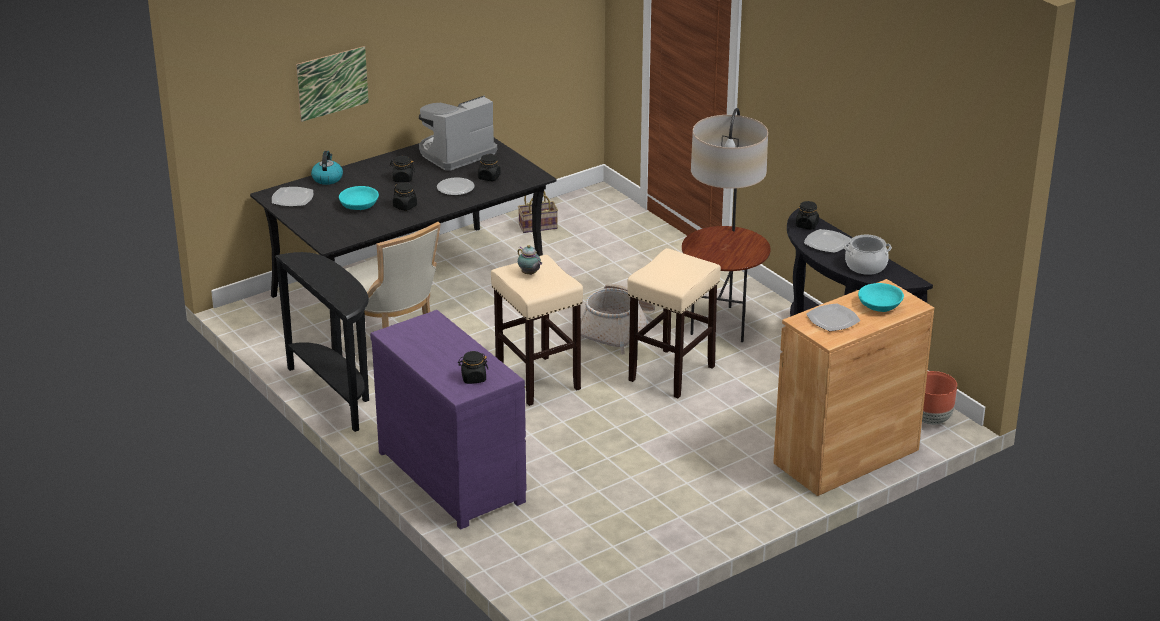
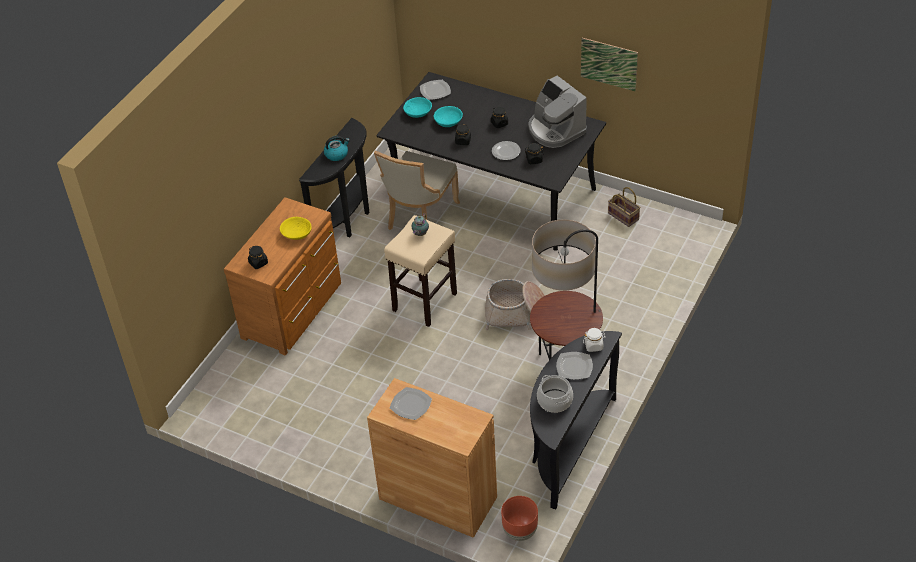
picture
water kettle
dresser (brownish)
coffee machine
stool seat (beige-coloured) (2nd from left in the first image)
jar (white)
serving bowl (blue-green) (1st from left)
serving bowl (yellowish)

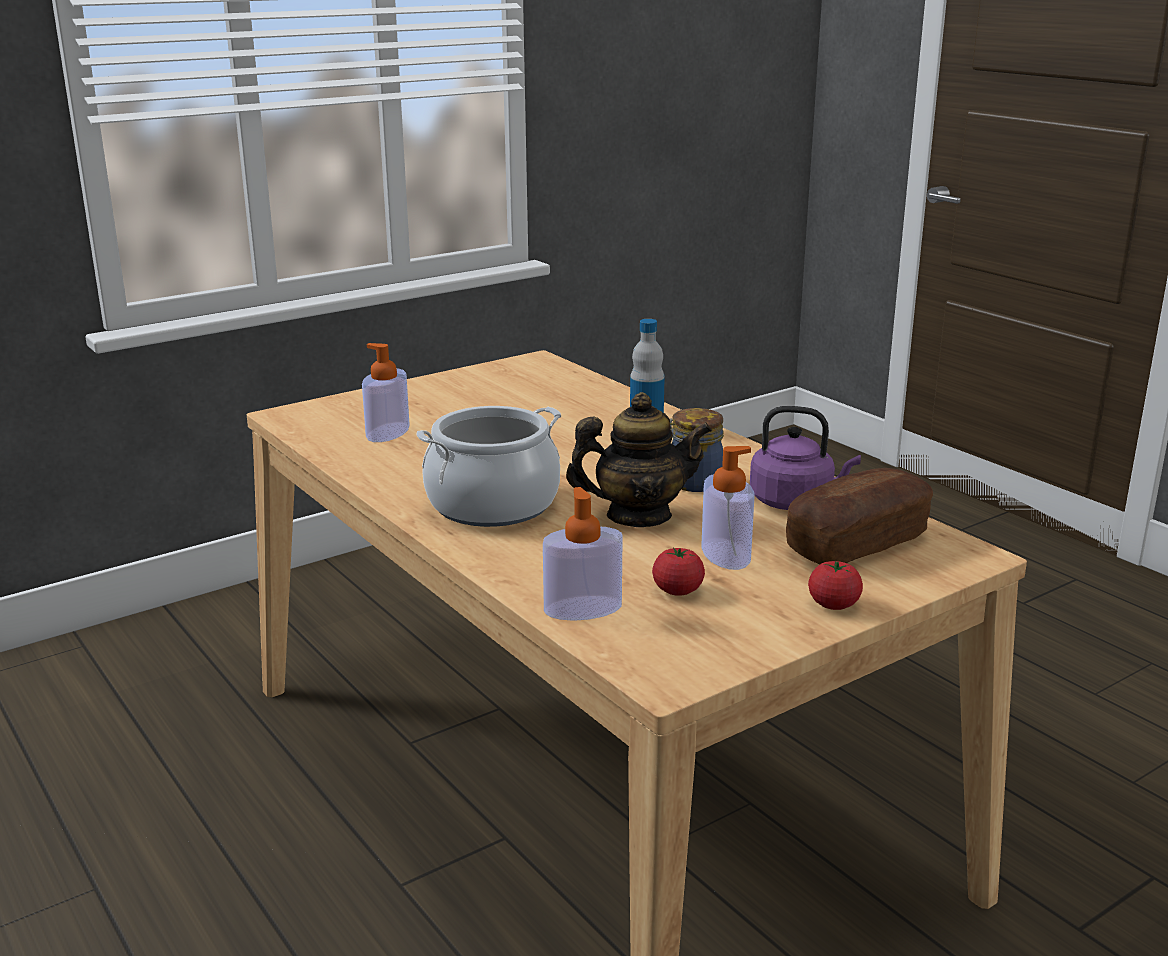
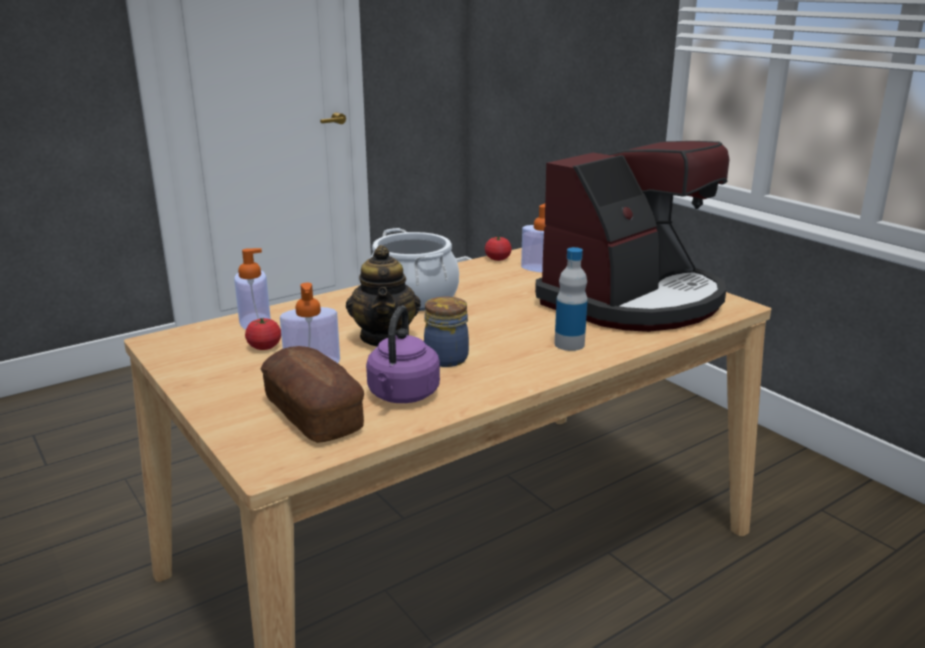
tomato (2nd from left)
coffee machine

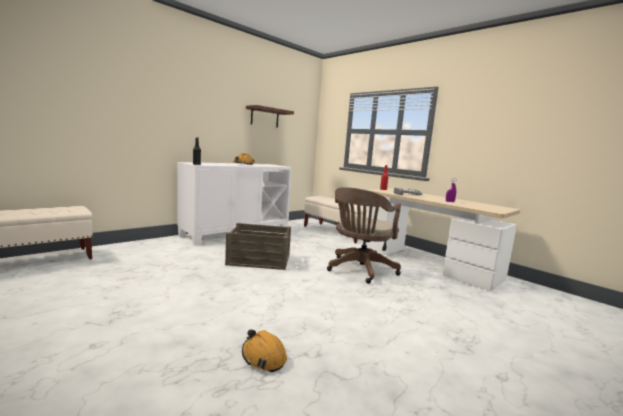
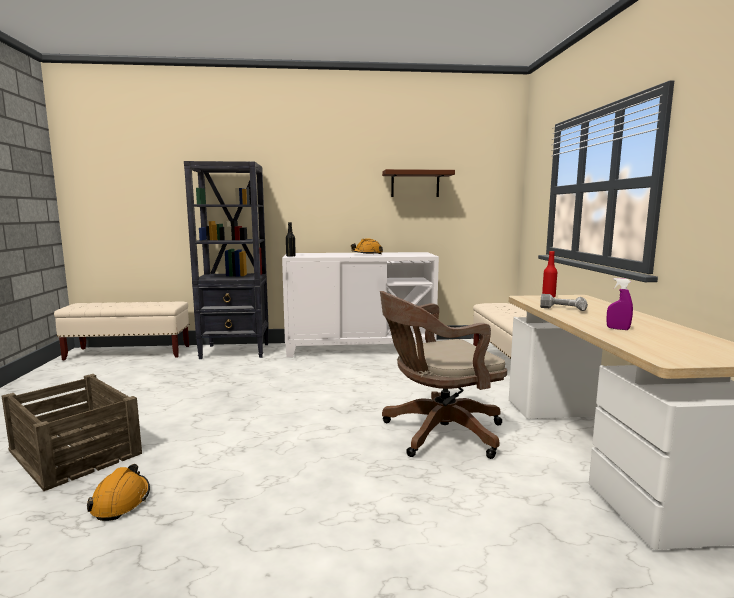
shipping crate
shelving unit (black-coloured)

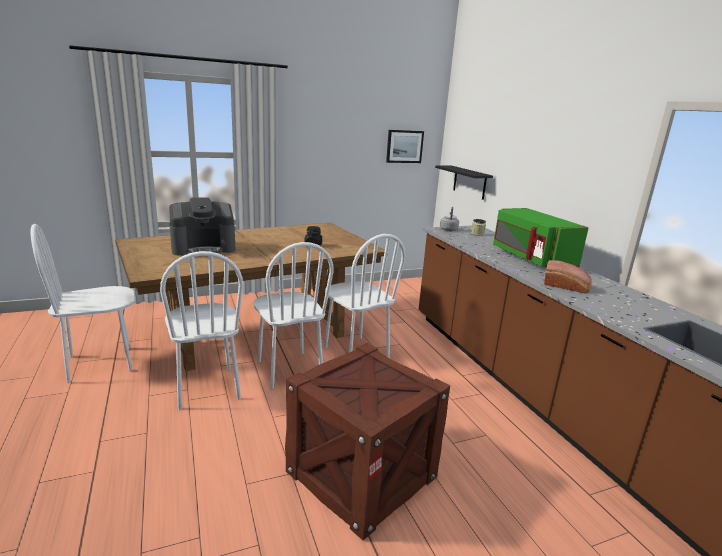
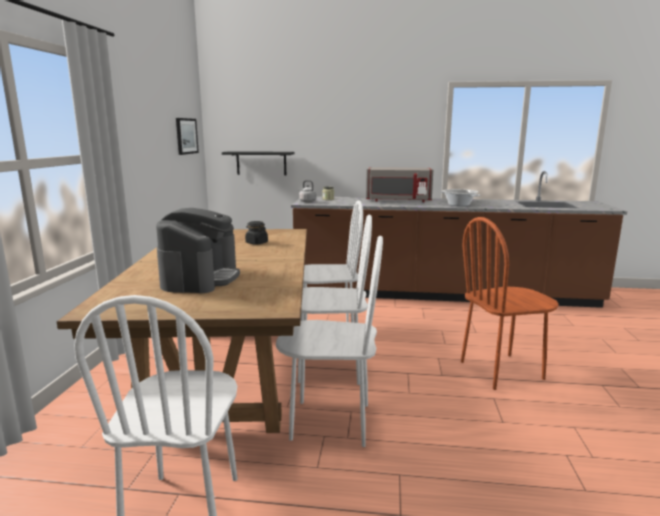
plain chair (brownish)
microwave oven (grey)
stockpot

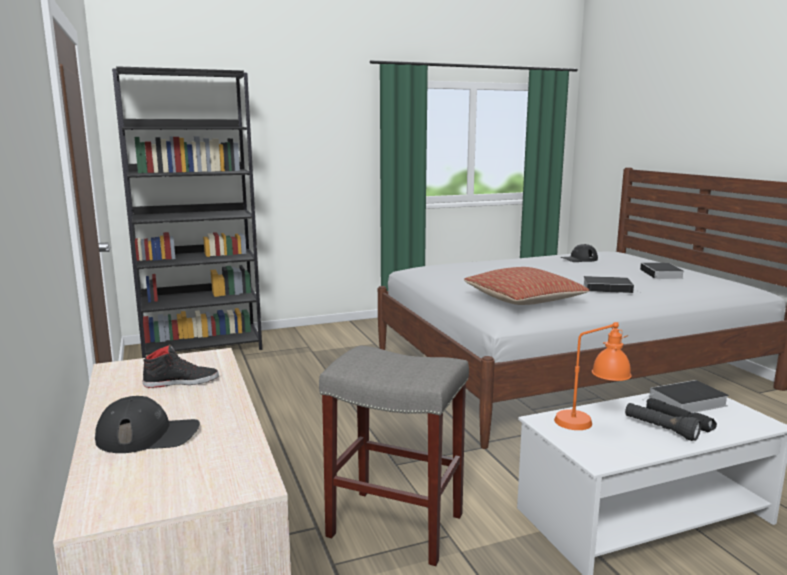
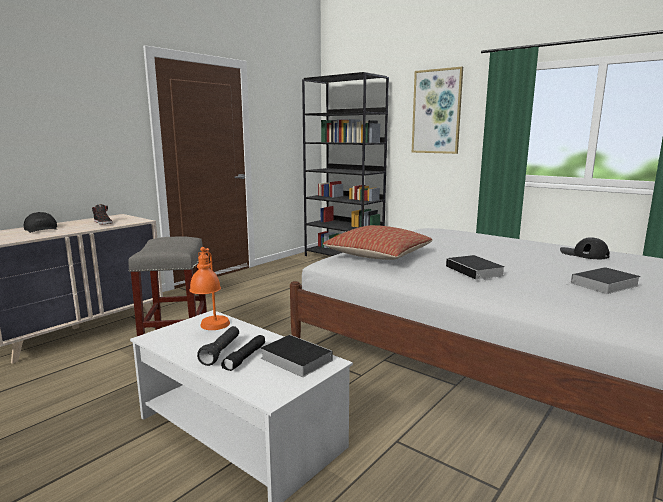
picture

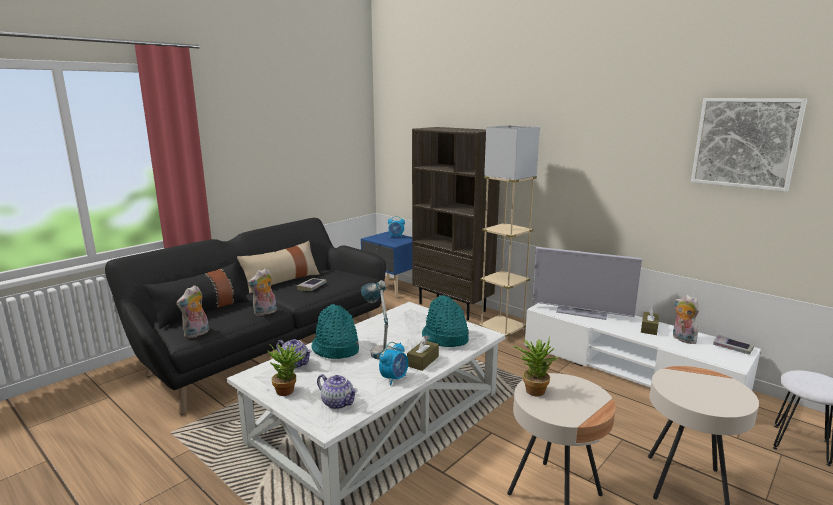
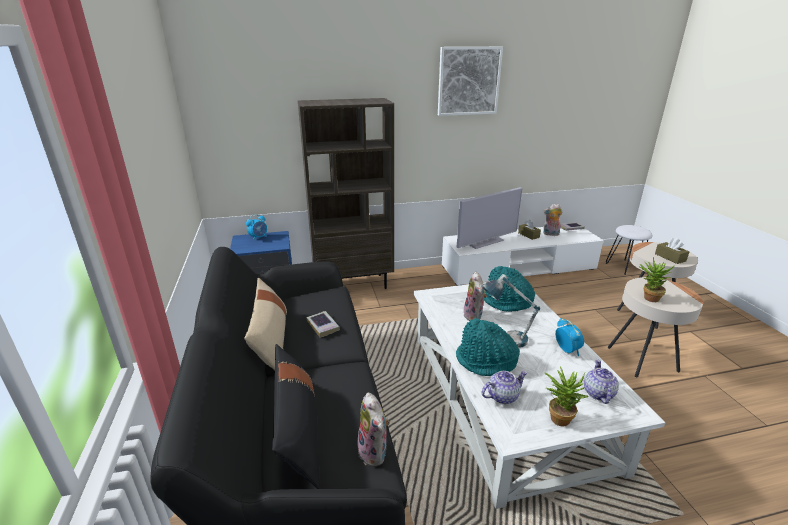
cuddly toy (2nd from left)
tea pot (2nd from left)
tissue box (brownish) (2nd from left)
standing lamp (beige-coloured)
picture

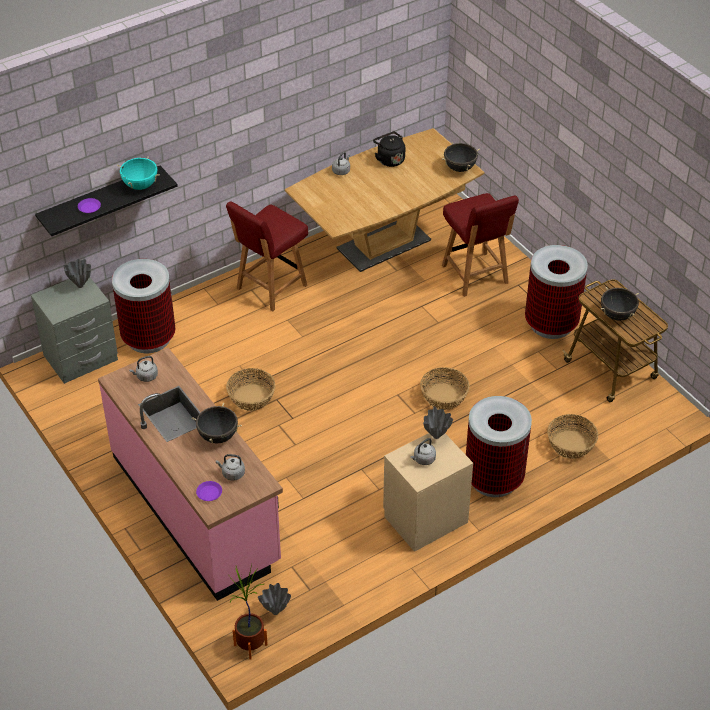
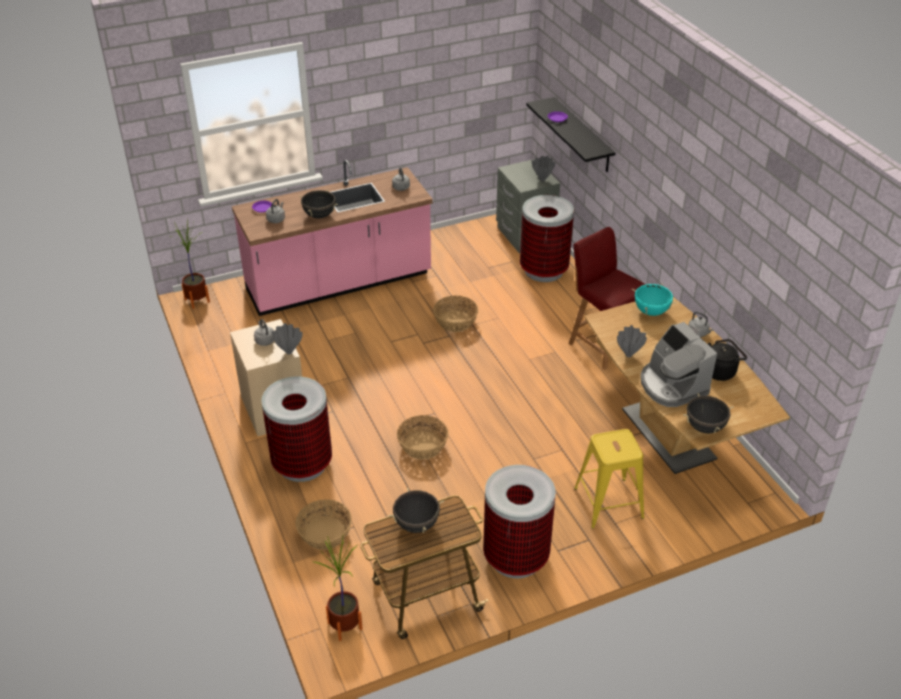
stockpot (blue-green)
vase (grey) (3rd from left)
stool seat (yellowish)
houseplant (2nd from left)
coffee machine

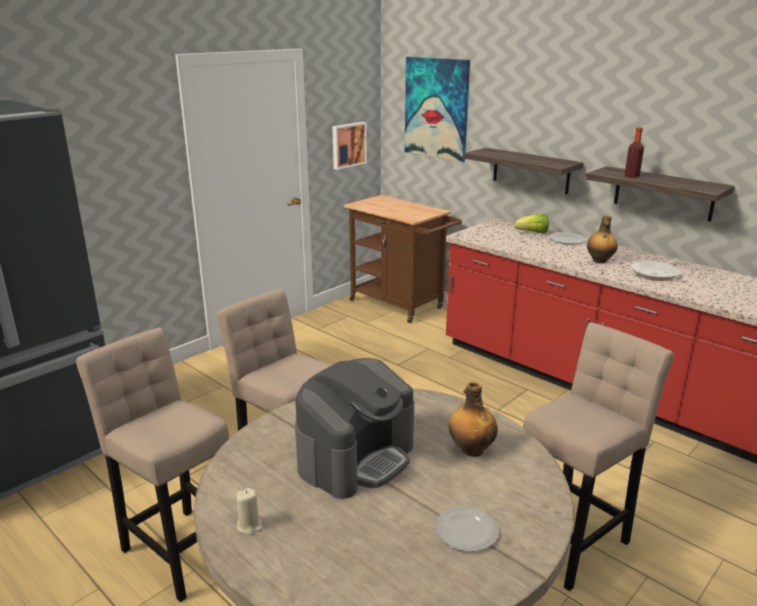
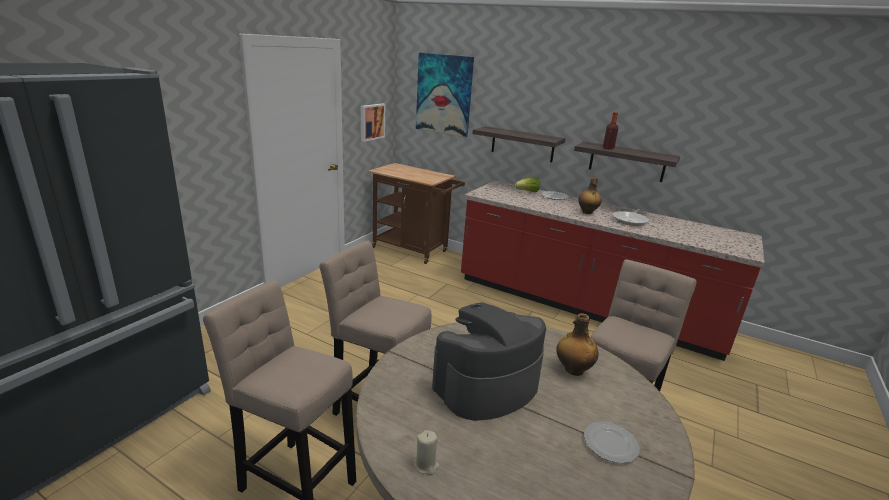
coffee machine

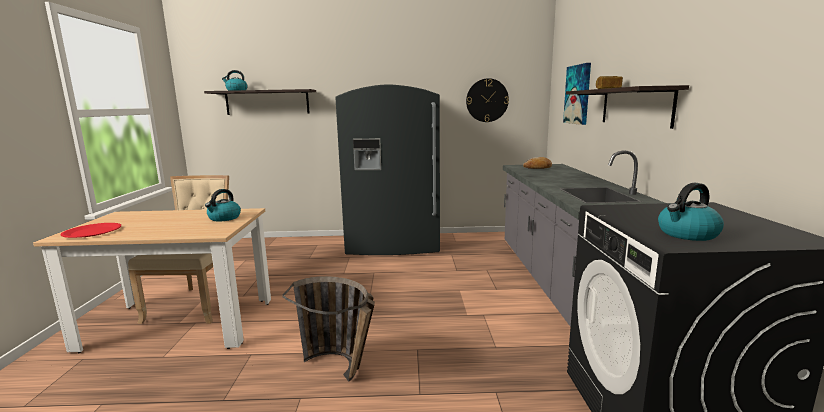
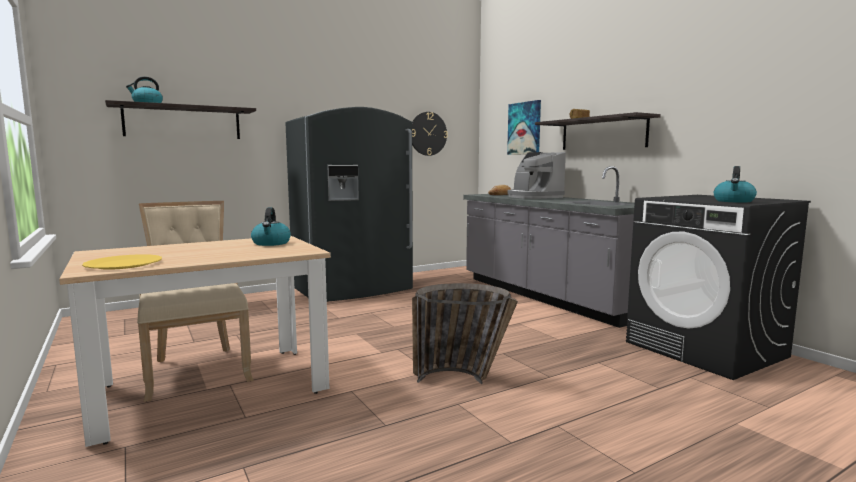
dinner plate (yellowish)
coffee machine

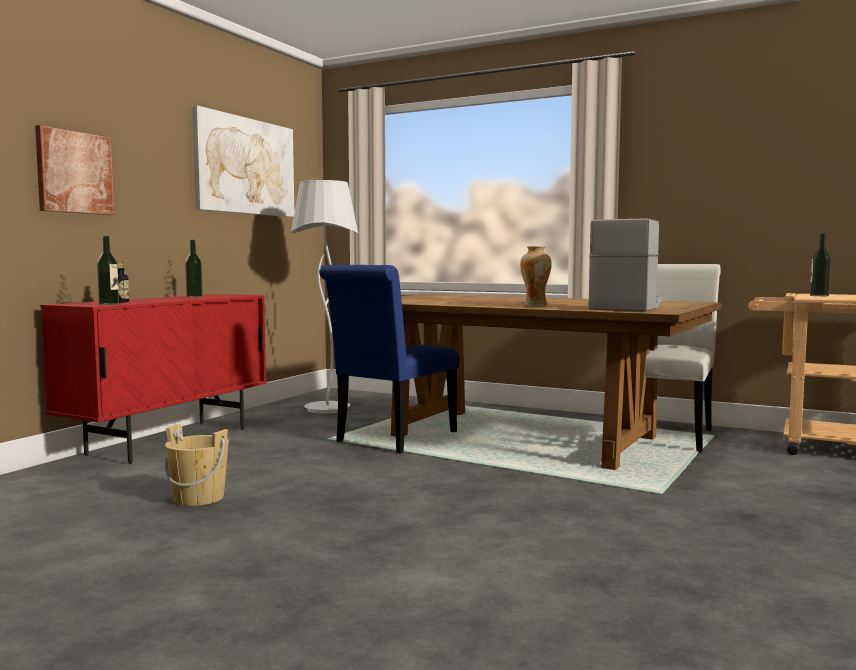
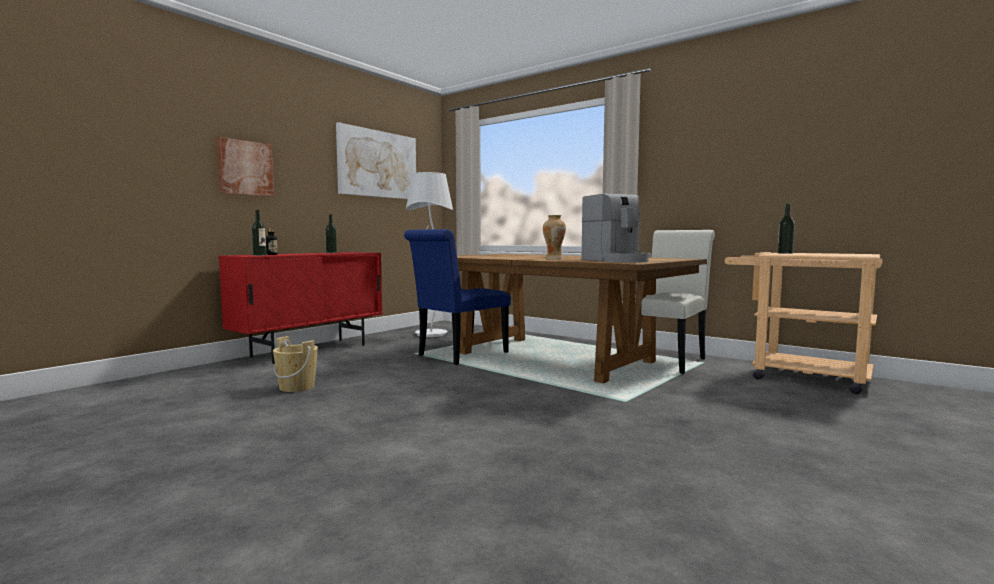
coffee machine

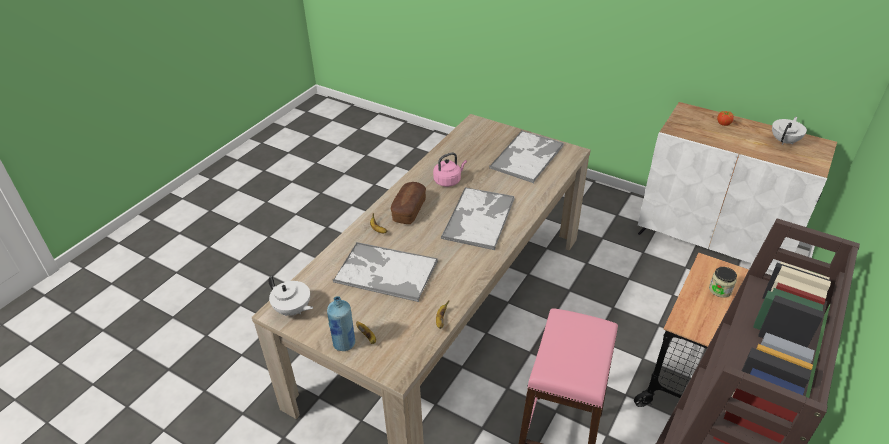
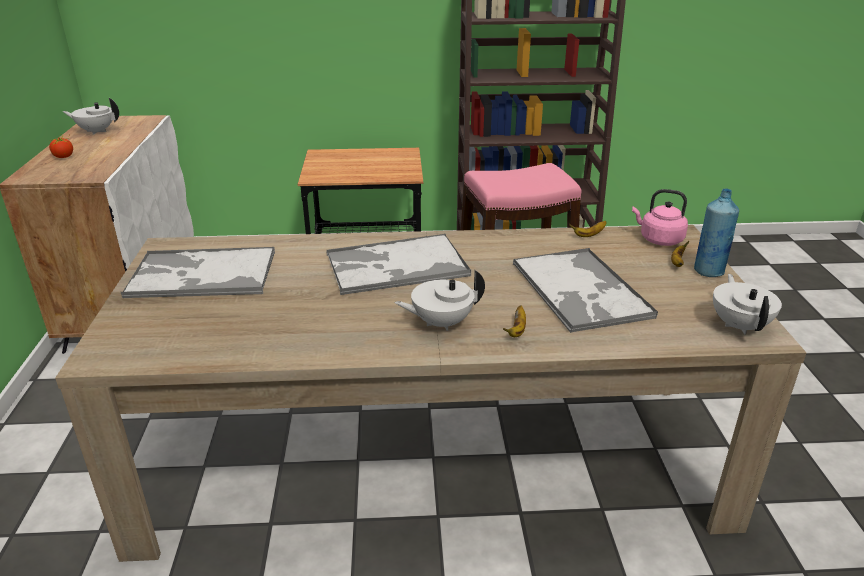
tea pot (white) (2nd from left)
water kettle (pinkish)
jar

